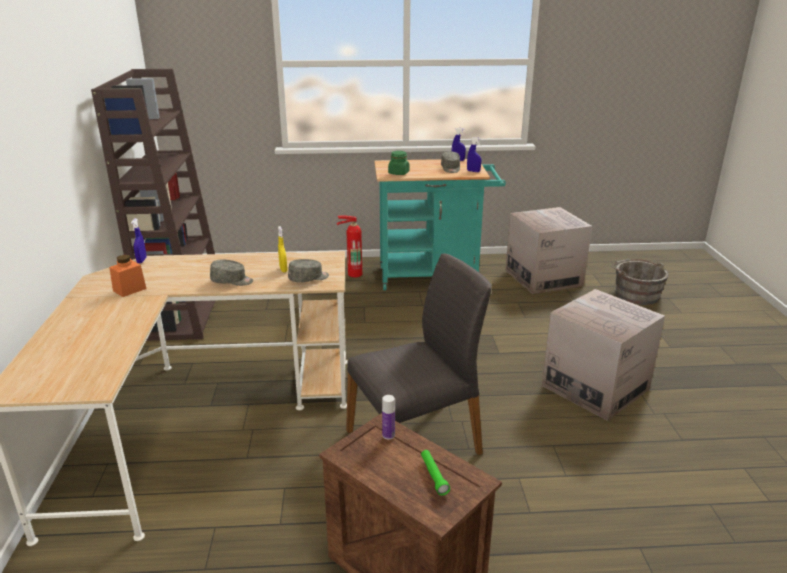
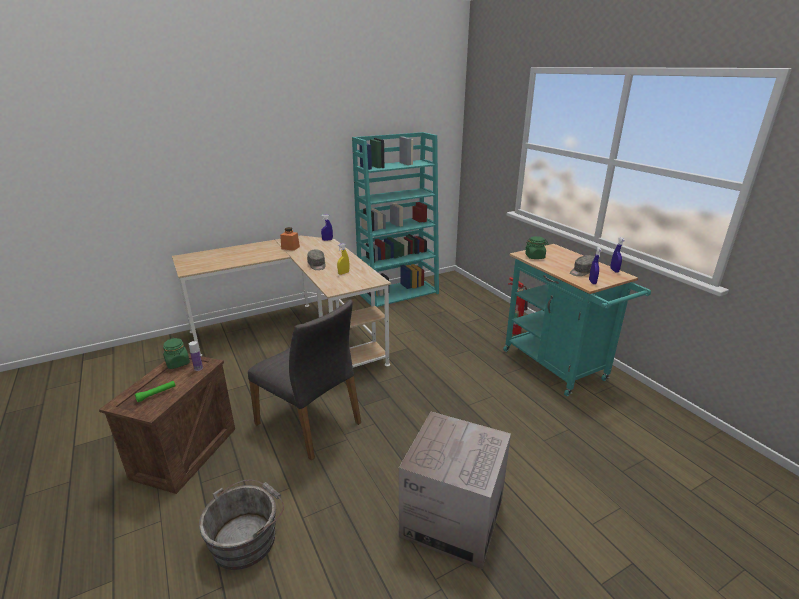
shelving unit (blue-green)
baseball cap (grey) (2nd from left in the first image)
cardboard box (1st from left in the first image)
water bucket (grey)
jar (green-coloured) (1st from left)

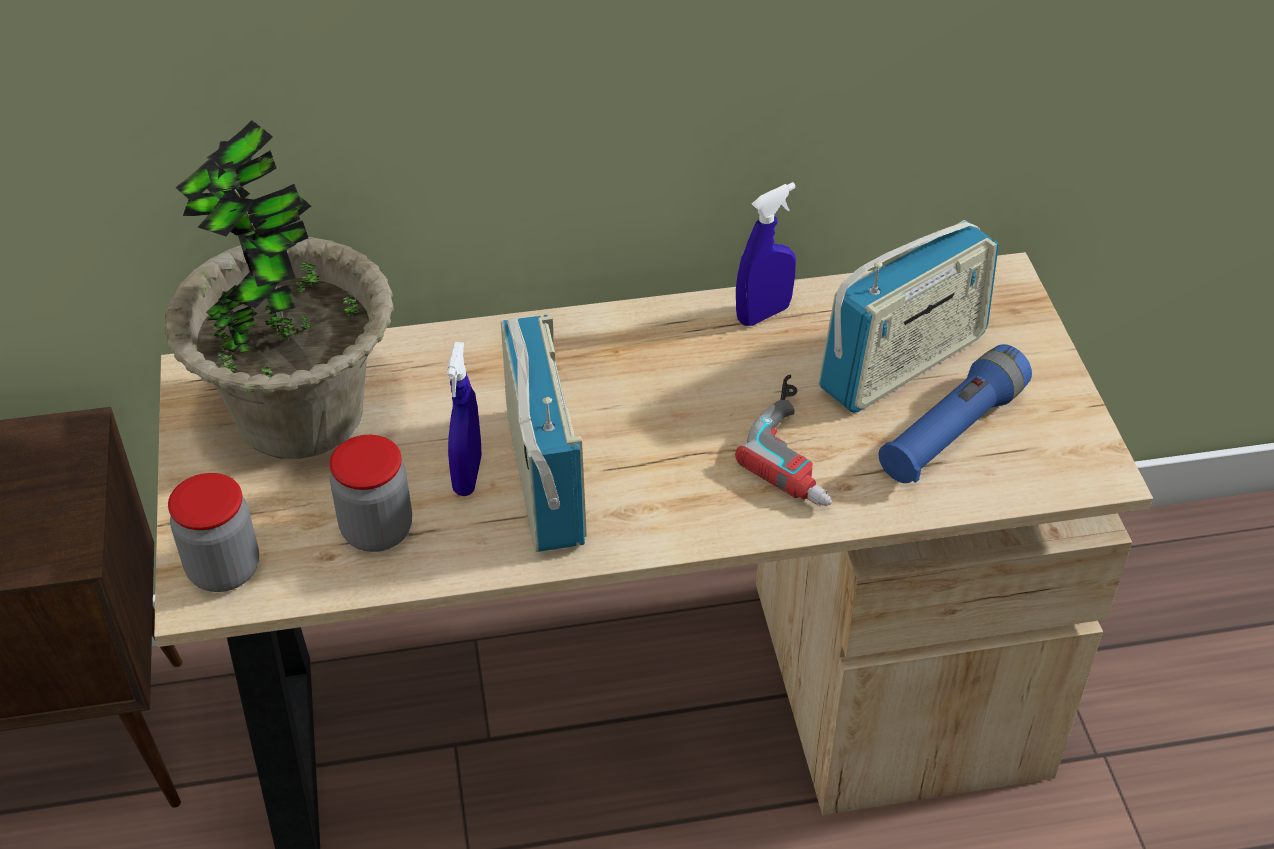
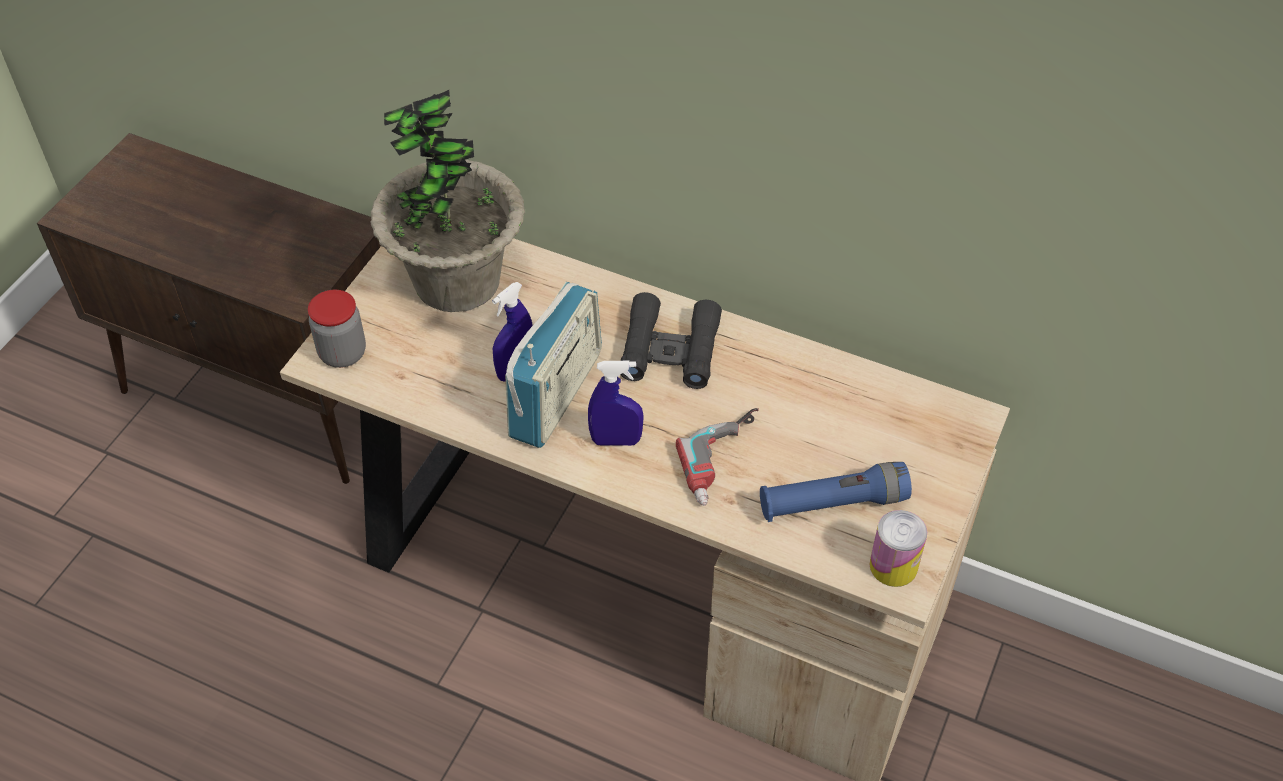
jar (2nd from left in the first image)
spray bottle (blue-coloured) (2nd from left)
radio (2nd from left in the first image)
binoculars (black-coloured)
metal can

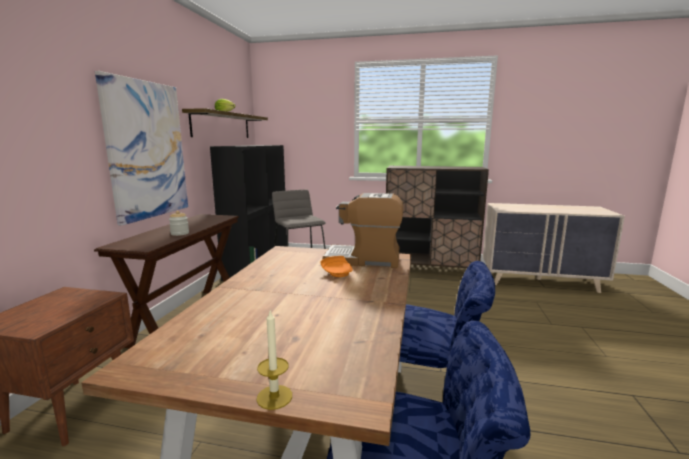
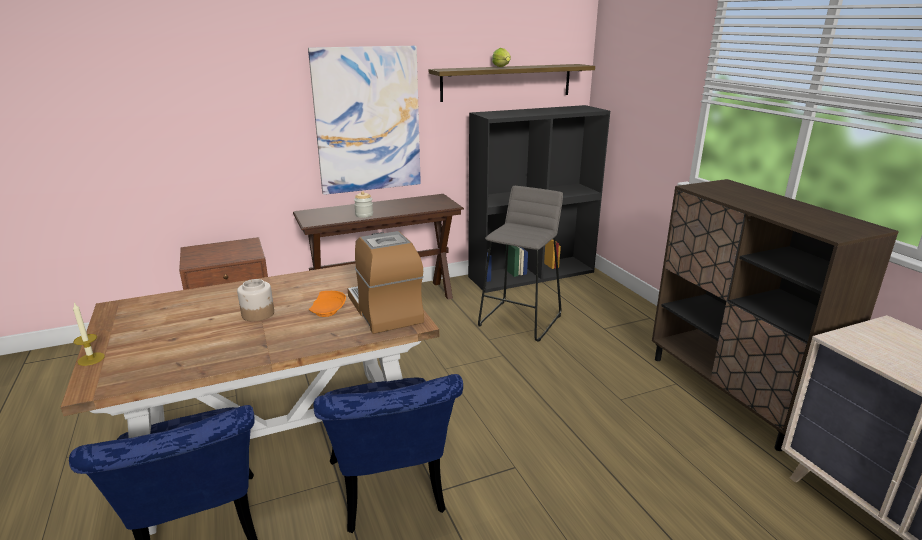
jar (1st from left)

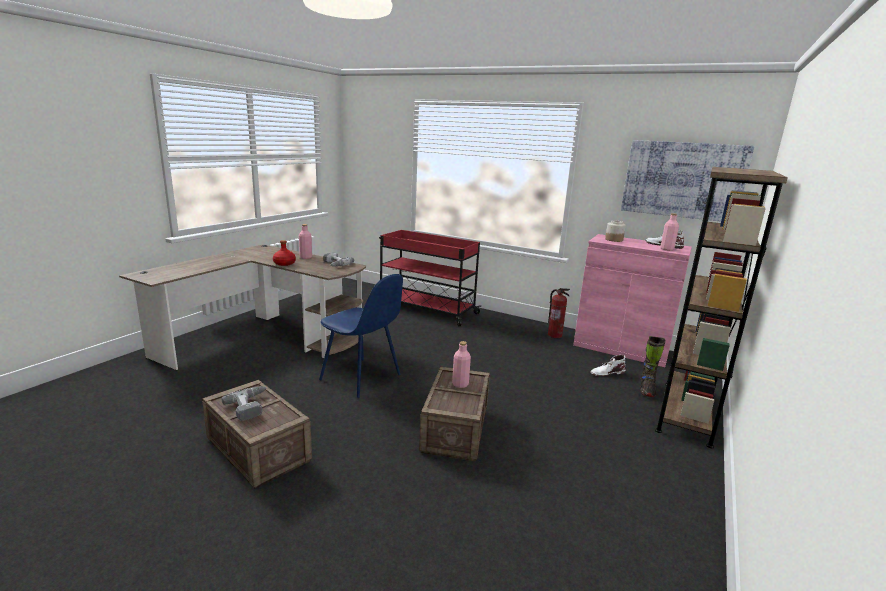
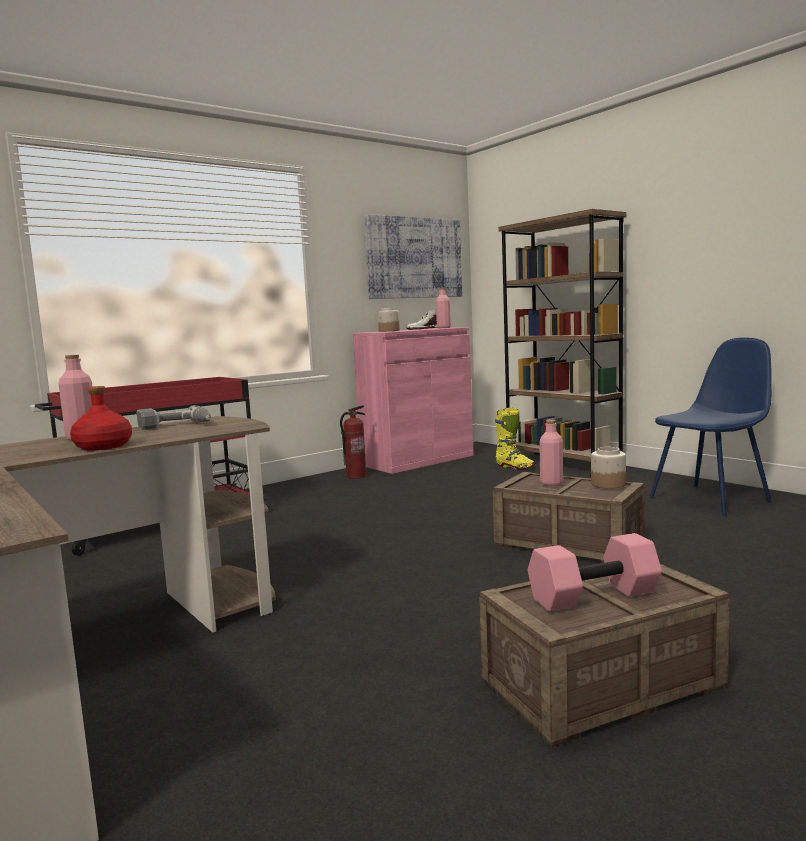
free weight (pinkish)
plain chair (blue-coloured)
high-top boot (white) (1st from left in the first image)
high-top boot (yellowish)
jar (2nd from left)

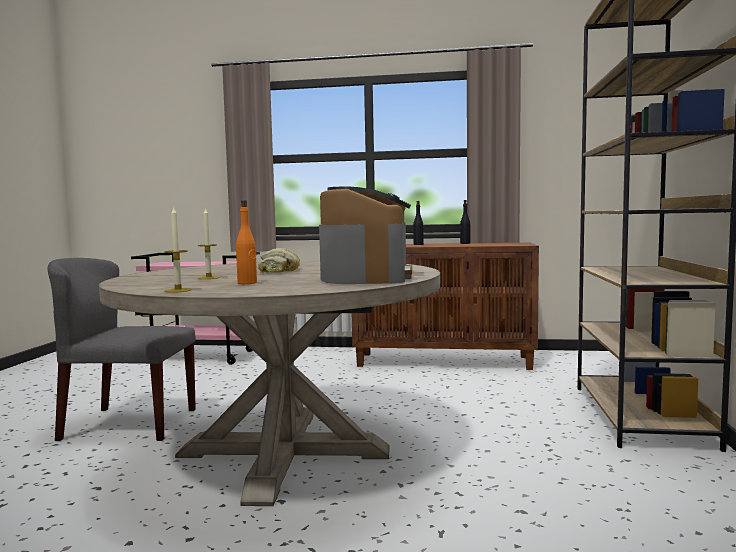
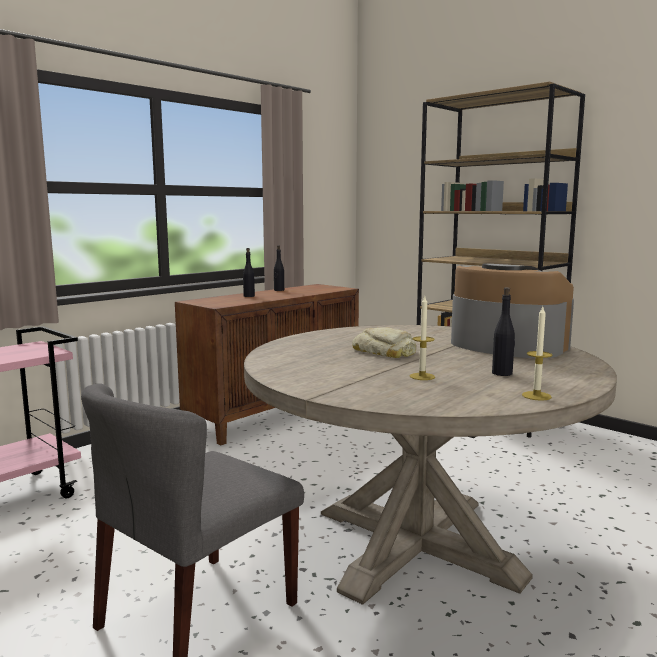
bottle (black-coloured) (3rd from left)

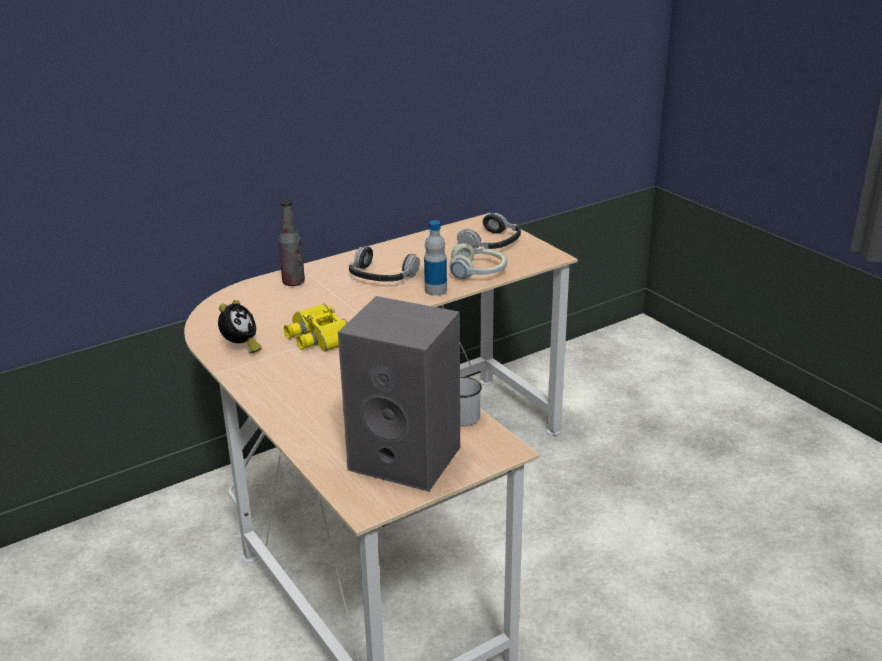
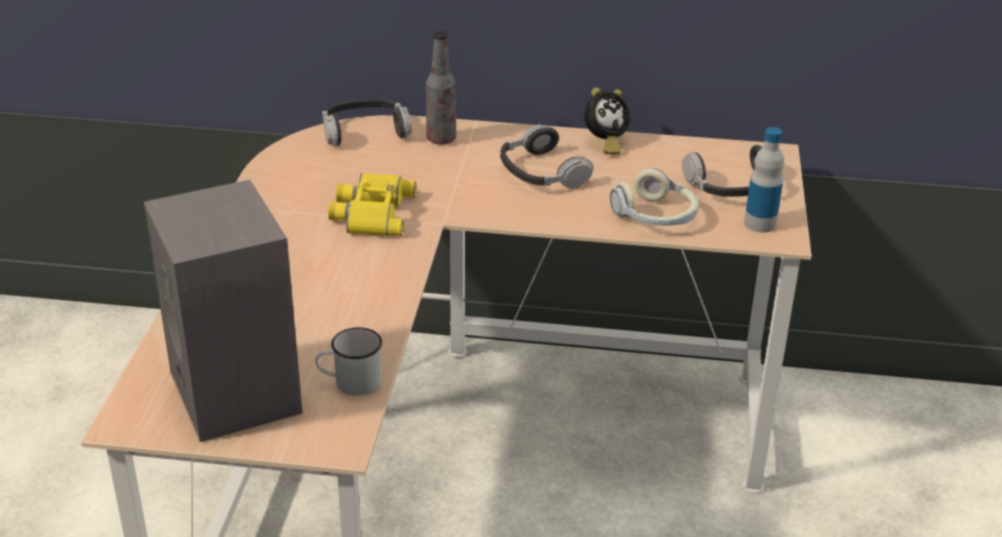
alarm clock
bottle (2nd from left)
pair of headphones (1st from left)

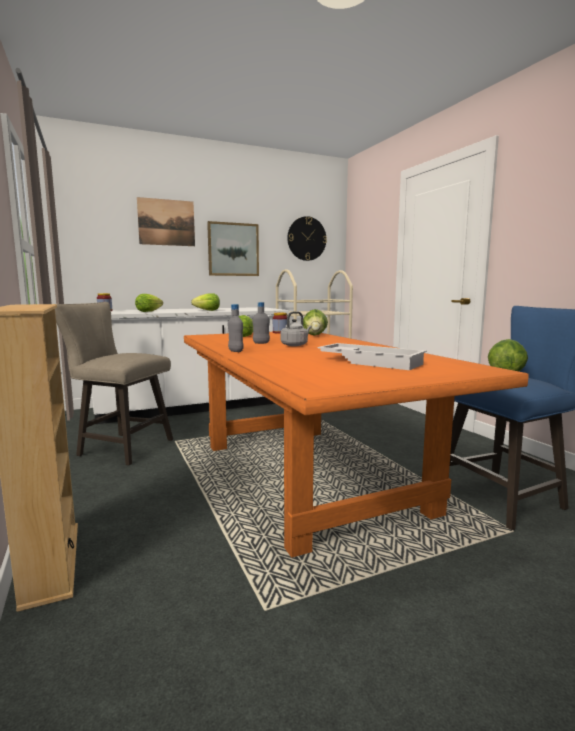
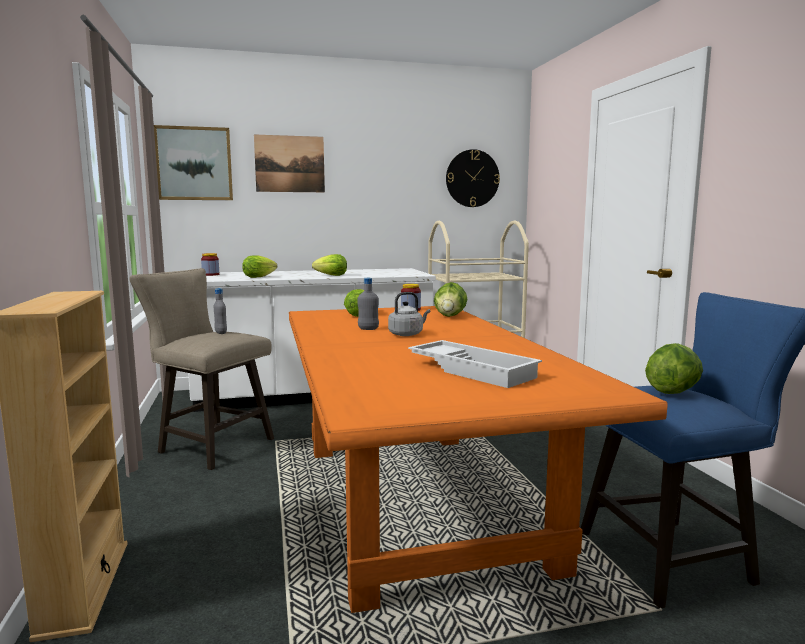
picture (1st from left)
bottle (grey) (1st from left)

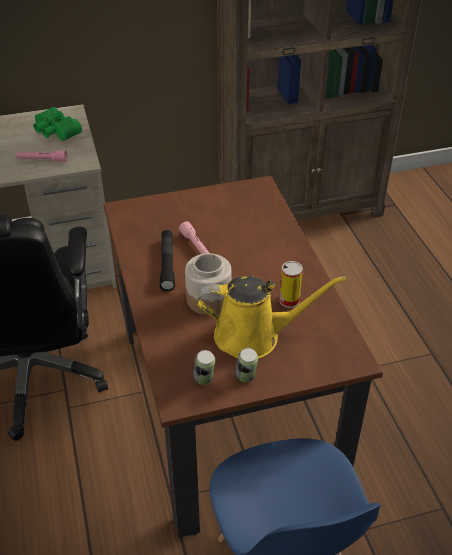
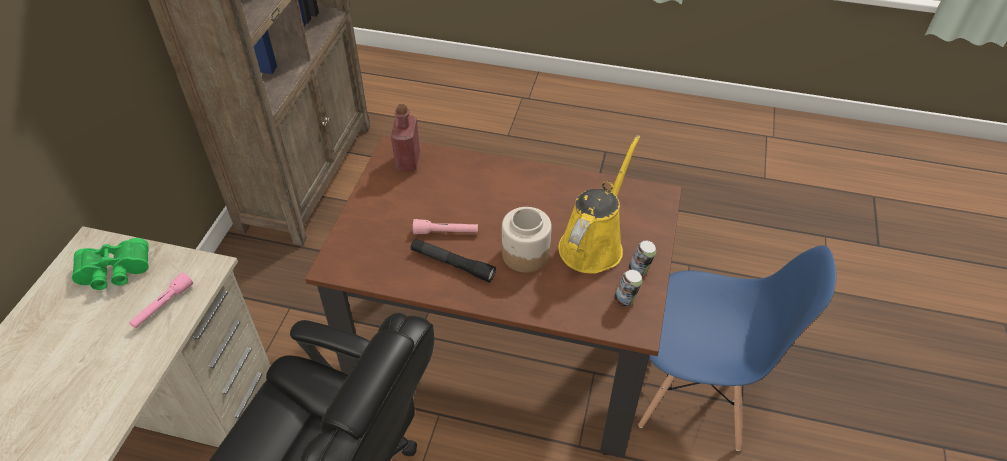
metal can (3rd from left in the first image)
bottle (reddish)

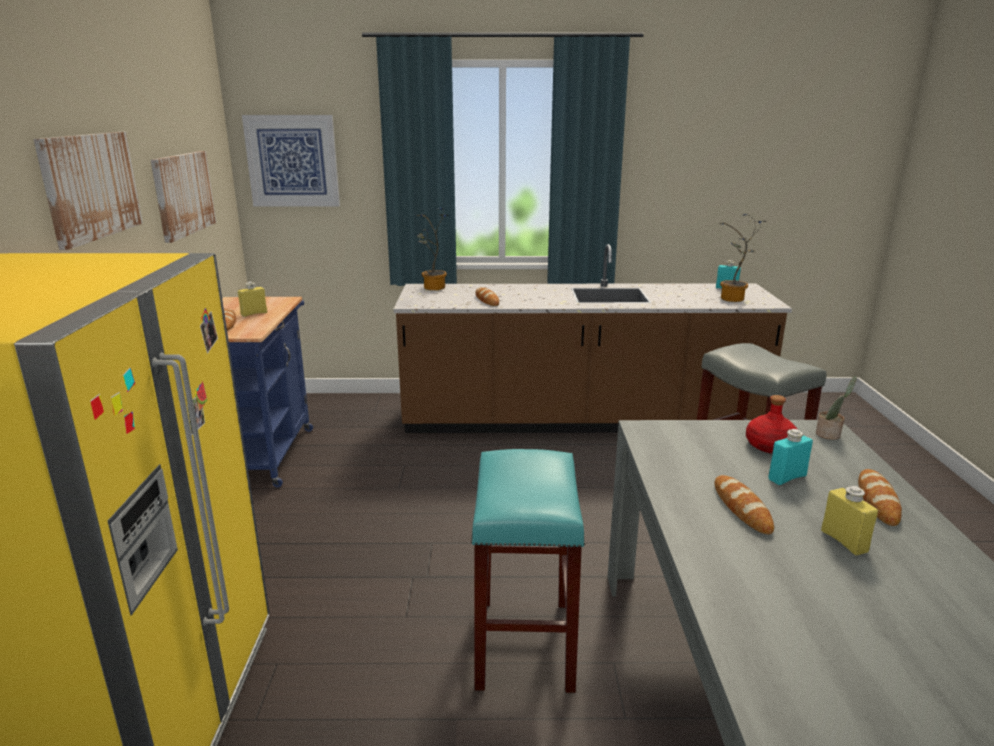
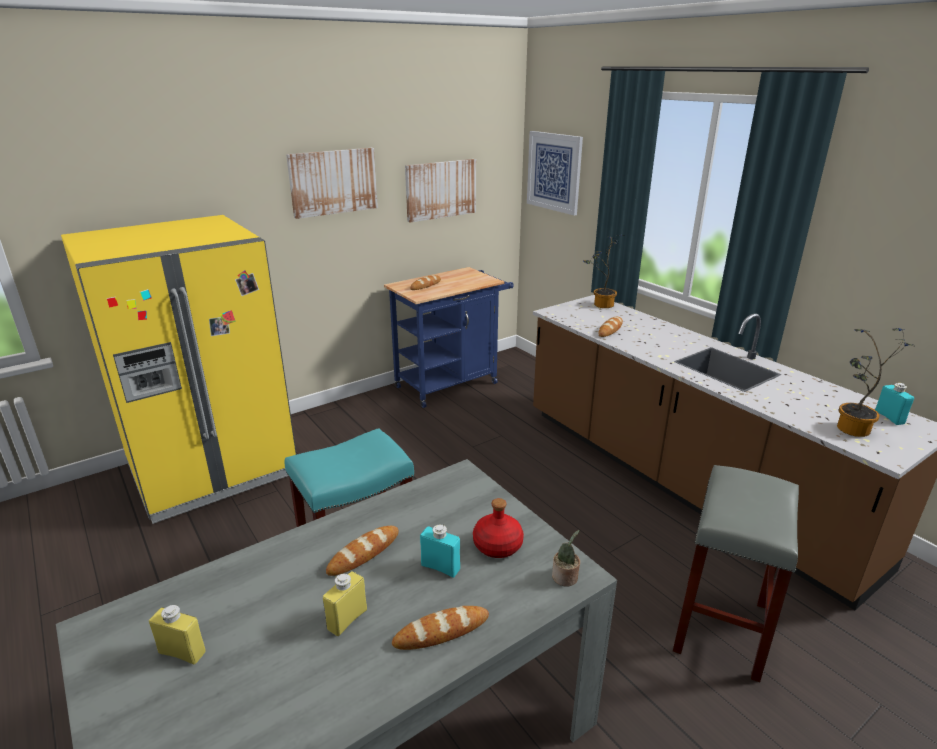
bottle (yellowish) (1st from left)

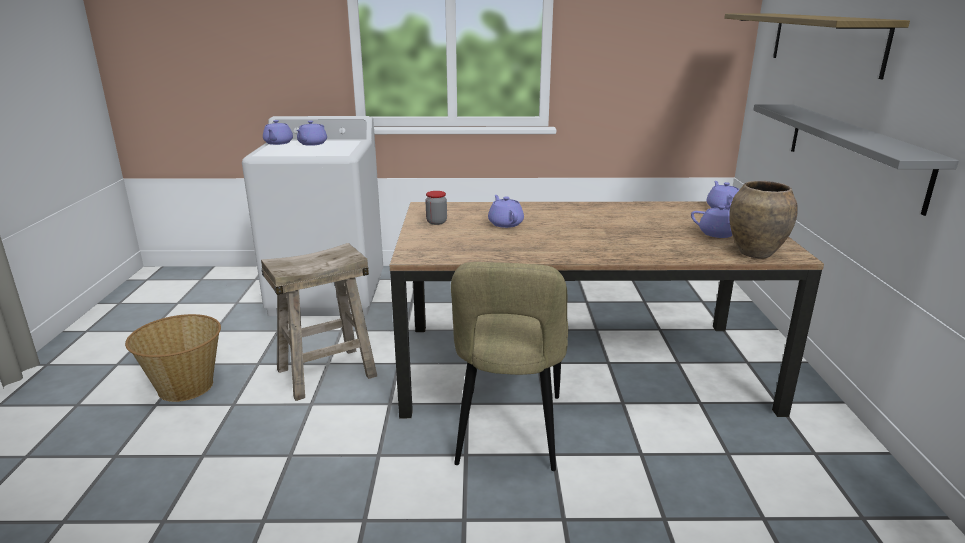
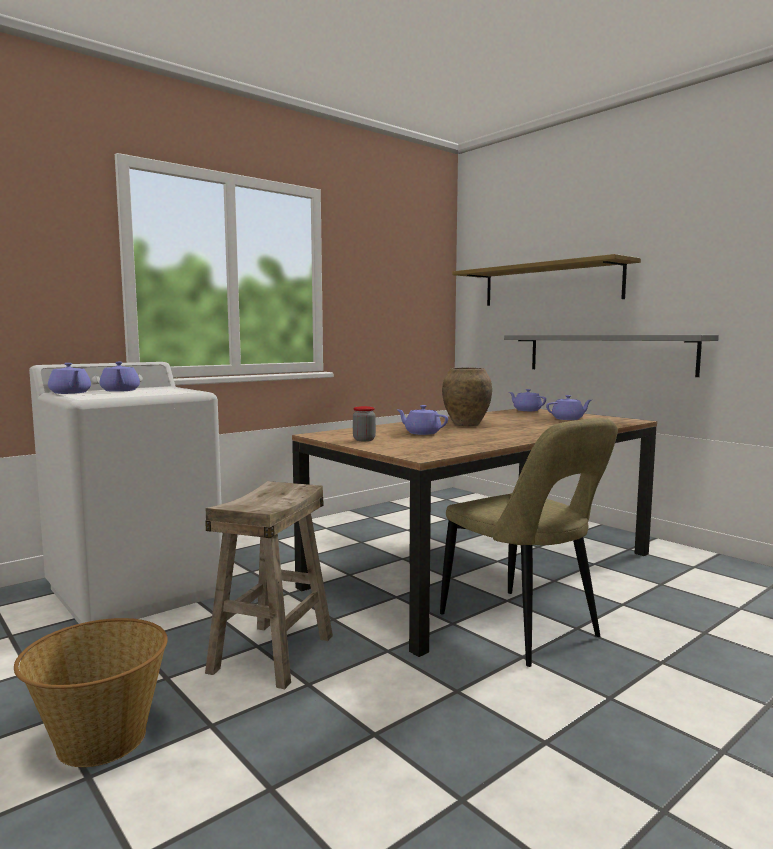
vase (brownish)

